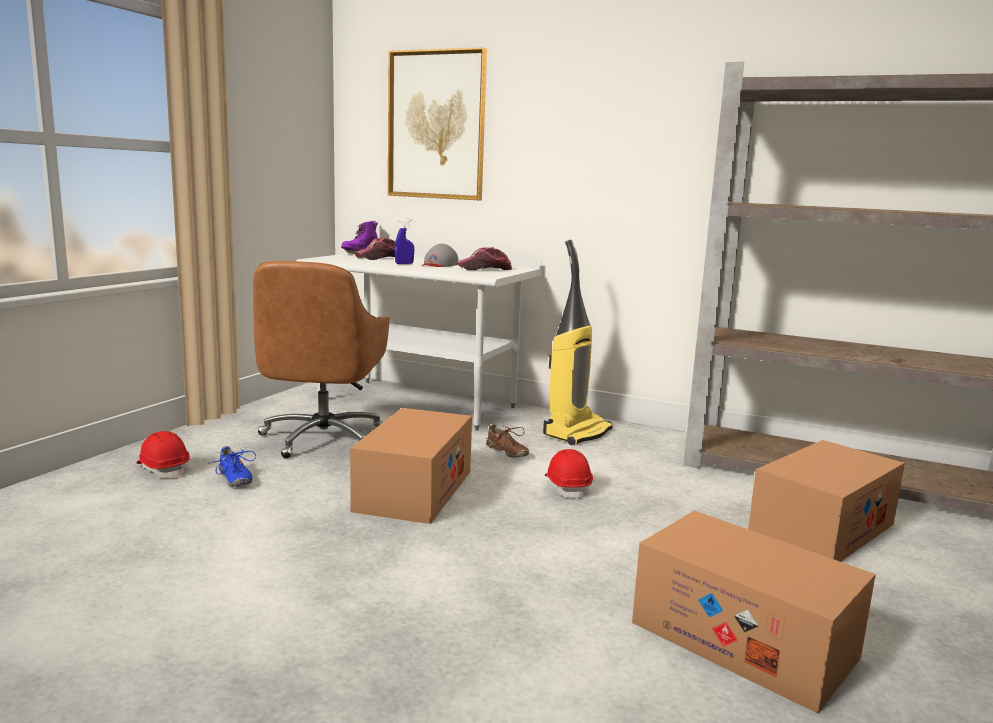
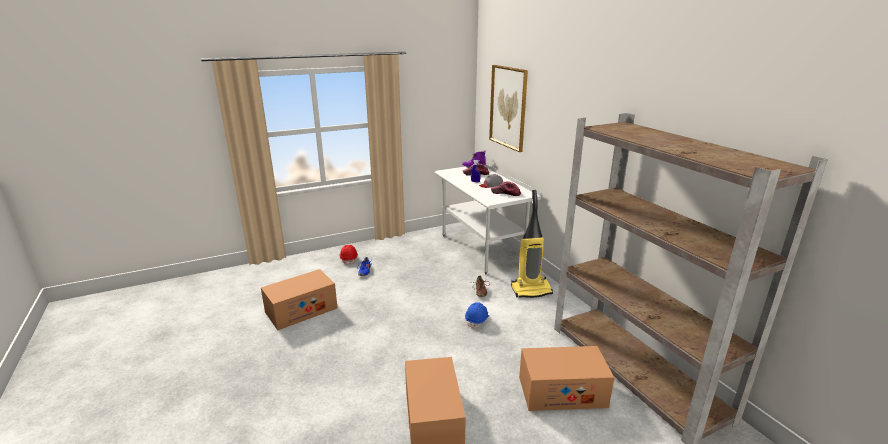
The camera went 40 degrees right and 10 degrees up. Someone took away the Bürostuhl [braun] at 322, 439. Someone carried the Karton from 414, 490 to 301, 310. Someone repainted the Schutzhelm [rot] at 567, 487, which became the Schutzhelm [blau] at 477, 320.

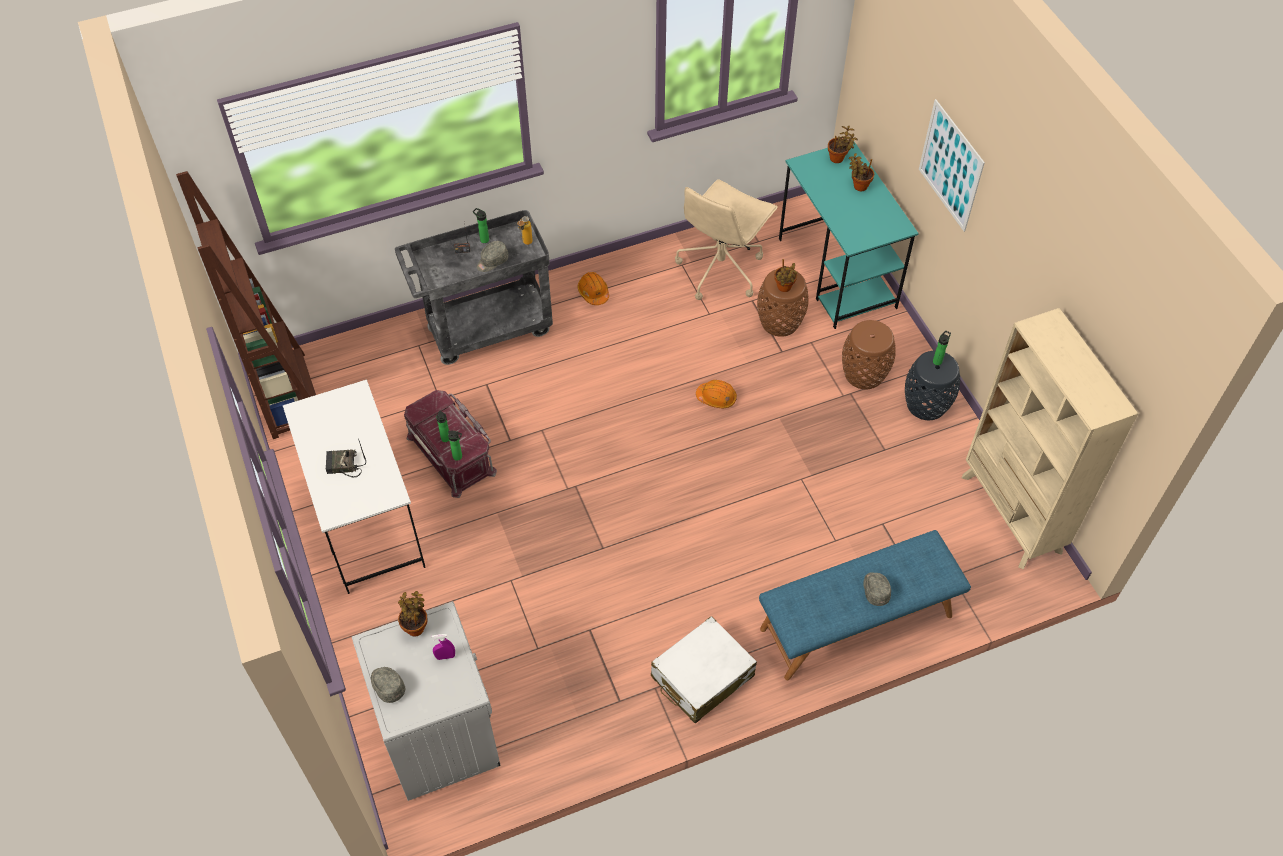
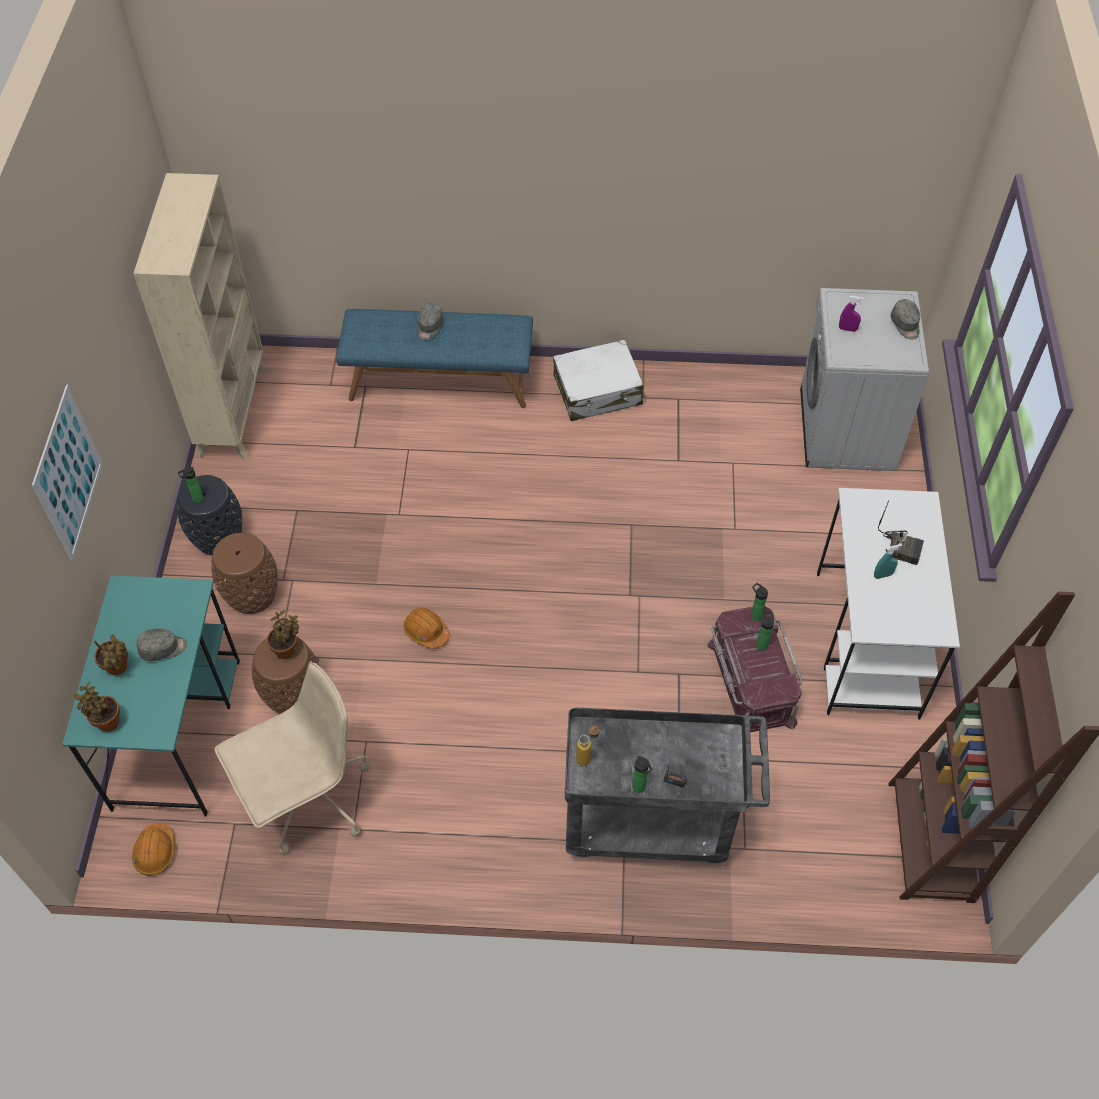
The camera went 155 degrees left and 0 degrees up. Someone carried the Kappe [grau] from 492, 261 to 163, 649. Someone carried the Schutzhelm [orange] from 593, 292 to 155, 852. Someone took away the Topfpflanze at 416, 626. Someone put down the Sprühflasche [türkis] at 883, 575.

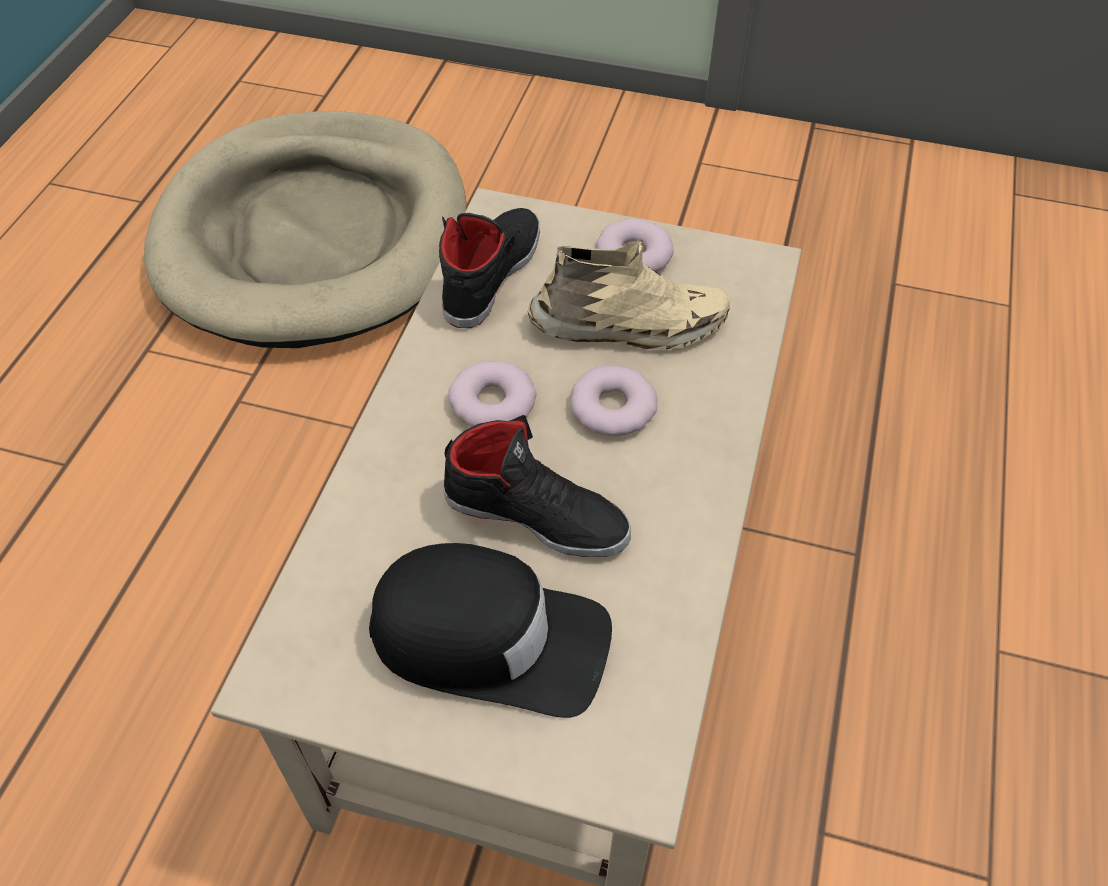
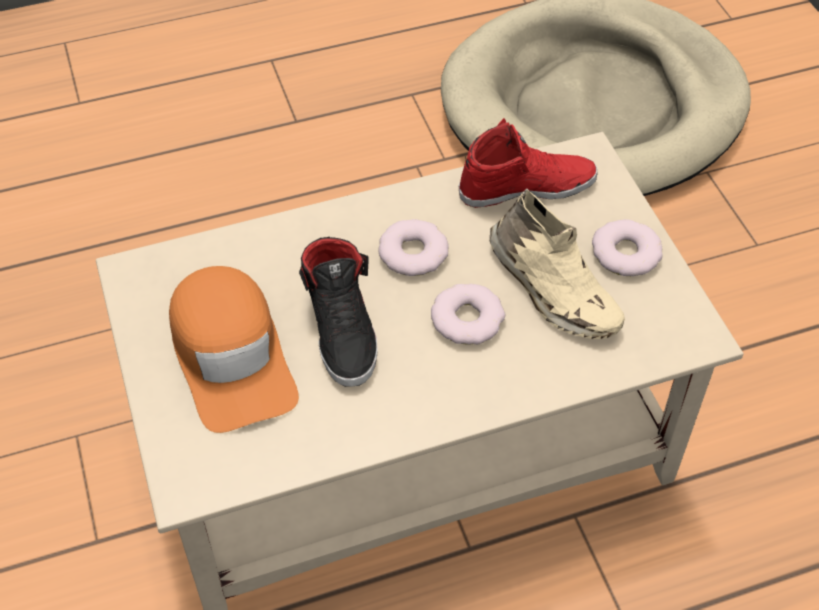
The camera went 55 degrees right and 0 degrees up. Someone repainted the Schuh [schwarz] at 491, 273, which became the Schuh [rot] at 526, 186. Someone repainted the Kappe [schwarz] at 490, 638, which became the Kappe [orange] at 232, 356.

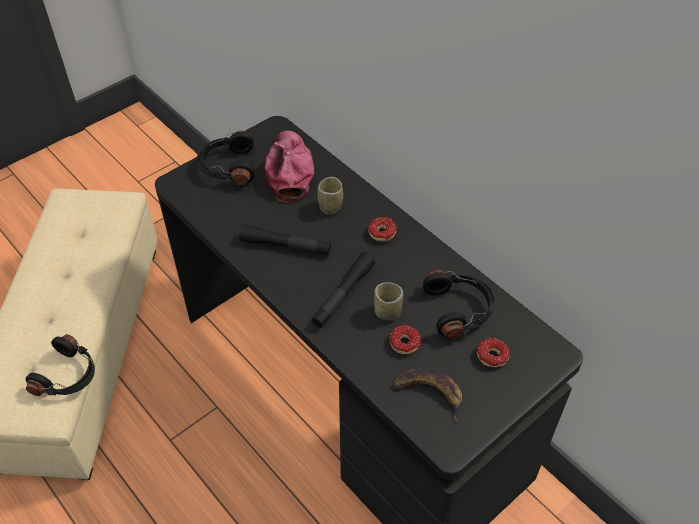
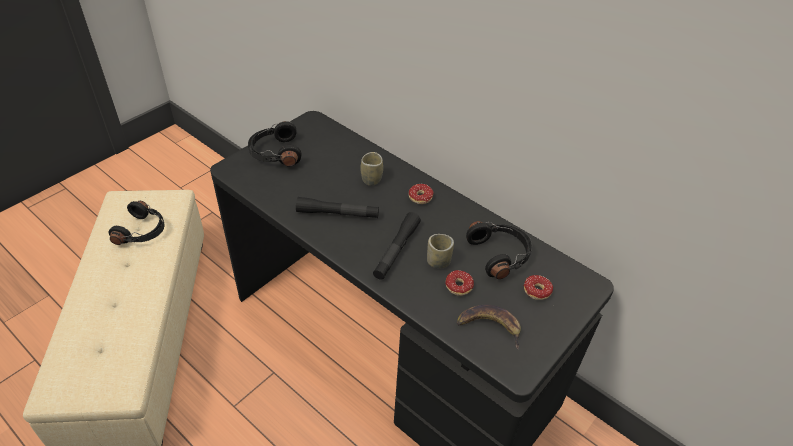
The camera went 10 degrees left and 5 degrees down. Someone took away the Kappe at 289, 170. Someone carried the Kopfhörer [schwarz] from 68, 376 to 142, 231.

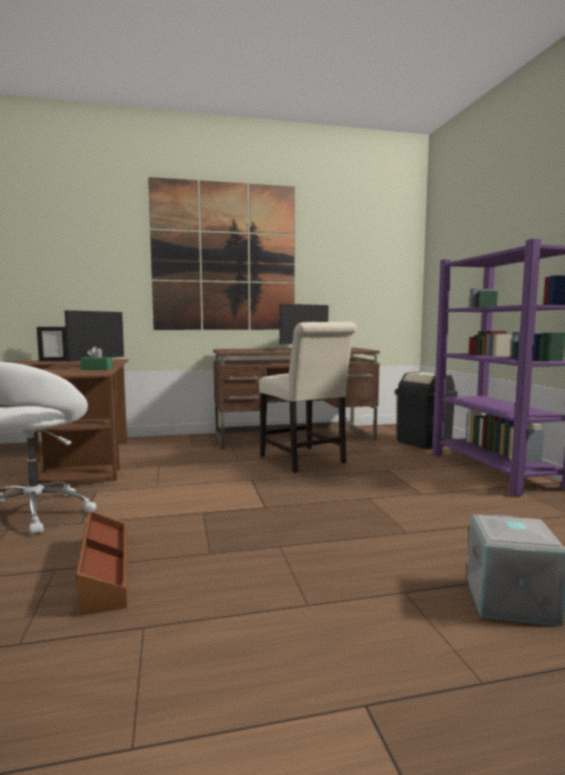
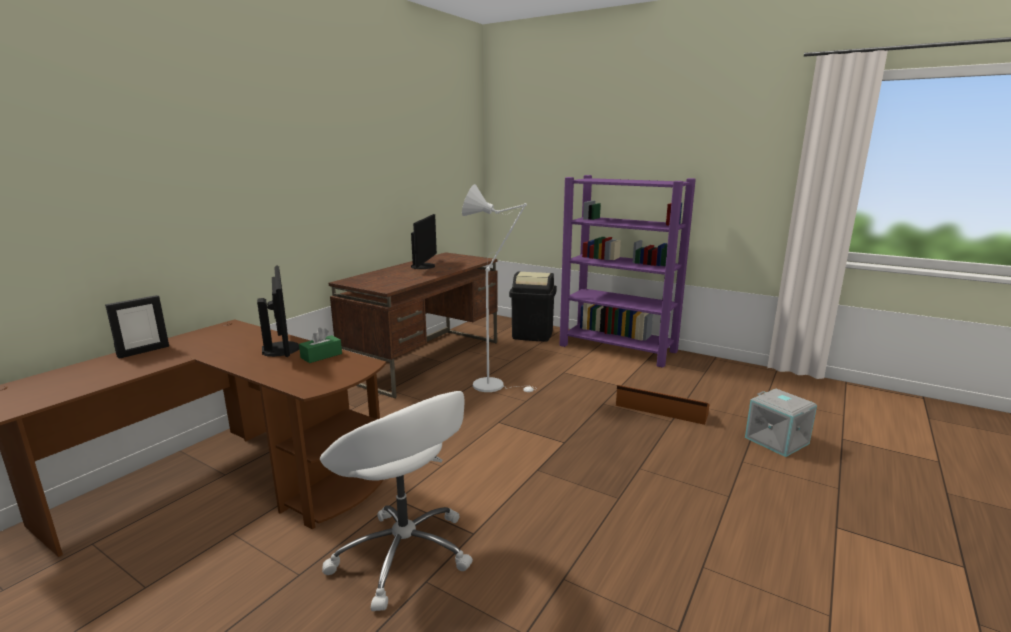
The camera went 45 degrees left and 10 degrees up. Someone took away the Bild at 225, 257. Someone swapped the Stuhl [beige] at 305, 461 for the Stehlampe [weiß] at 494, 385. Someone carried the Aufbewahrungsbox [braun] from 104, 571 to 660, 410.

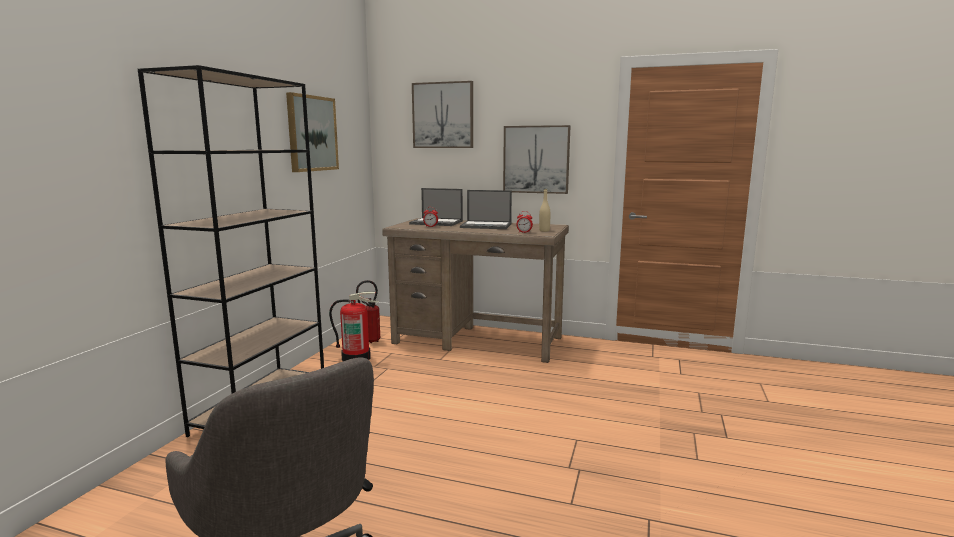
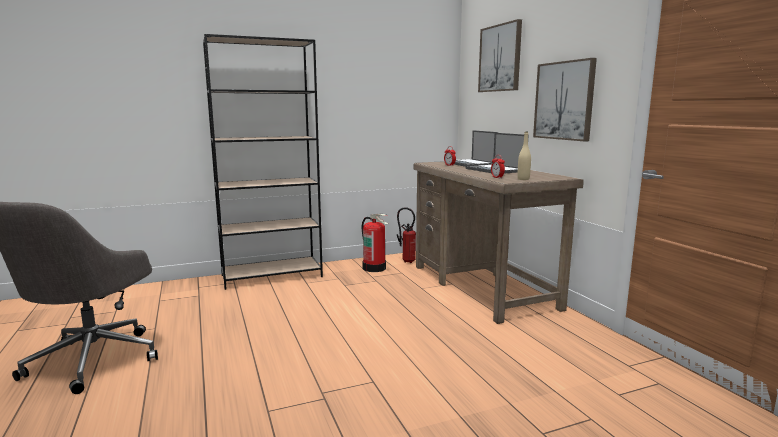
The camera went 50 degrees right and 0 degrees up. Someone took away the Bild at 312, 133.

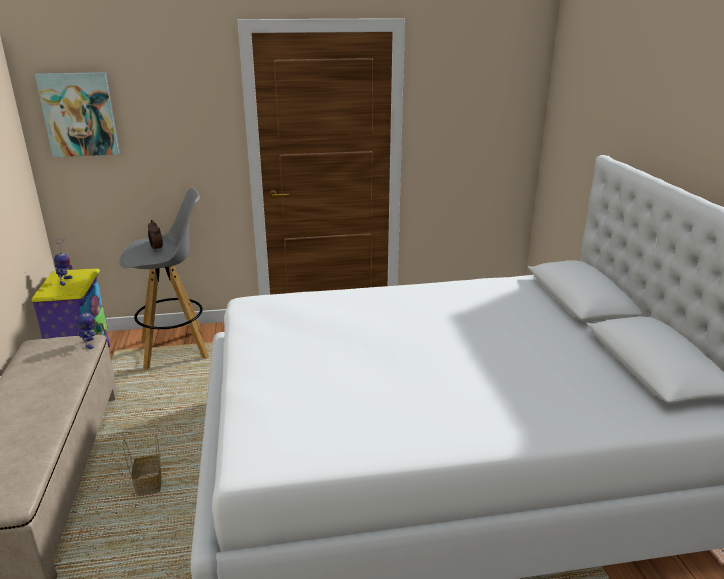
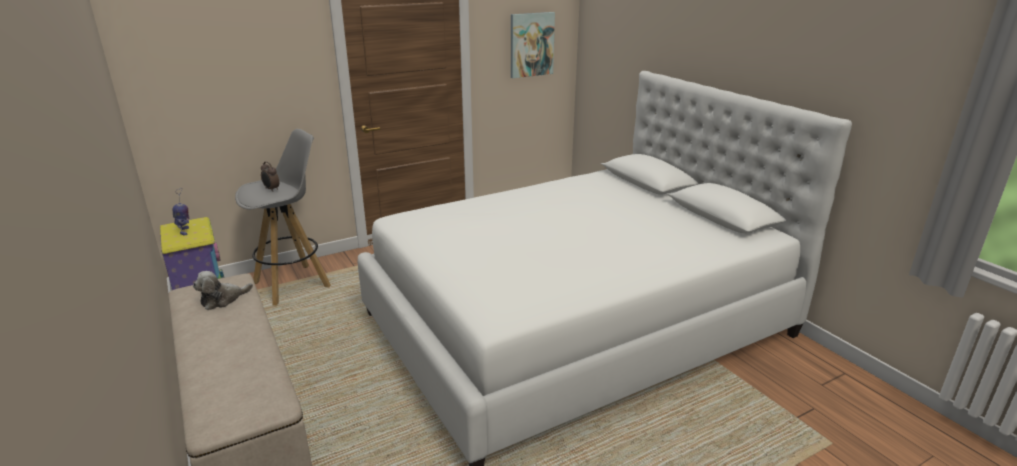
The camera went 20 degrees left and 0 degrees up. Someone carried the Bild from 79, 114 to 531, 44. Someone took away the Spielzeugroboter at 90, 344. Someone took away the Korb at 148, 484. Someone put down the Plüschtier at 223, 299.

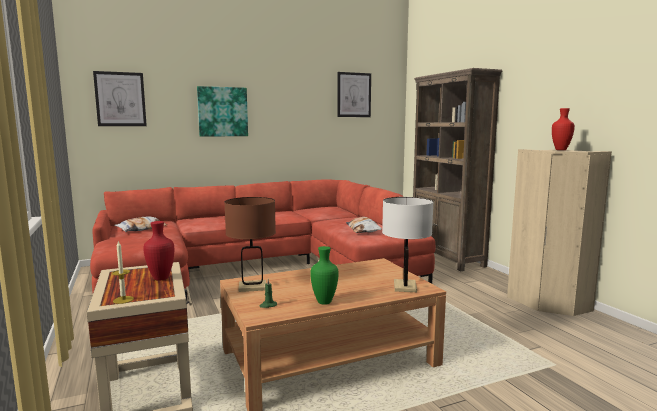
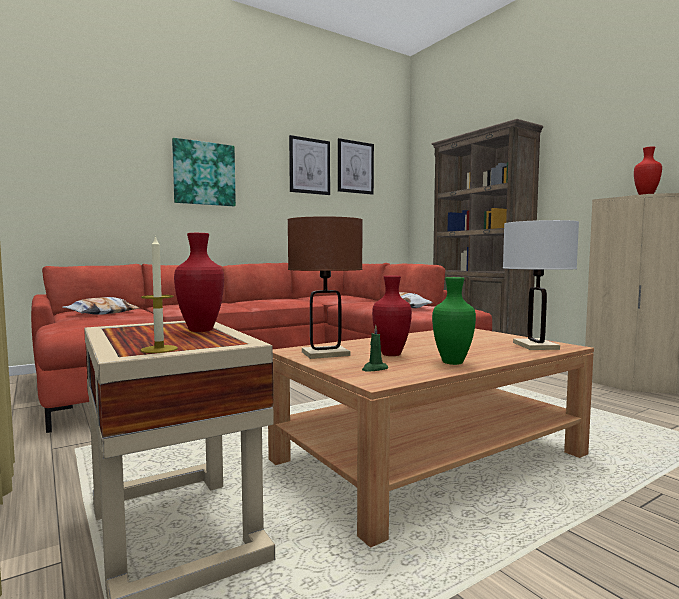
The camera went 10 degrees left and 5 degrees down. Someone carried the Bild from 120, 99 to 309, 166. Someone put down the Vase [rot] at 391, 354.

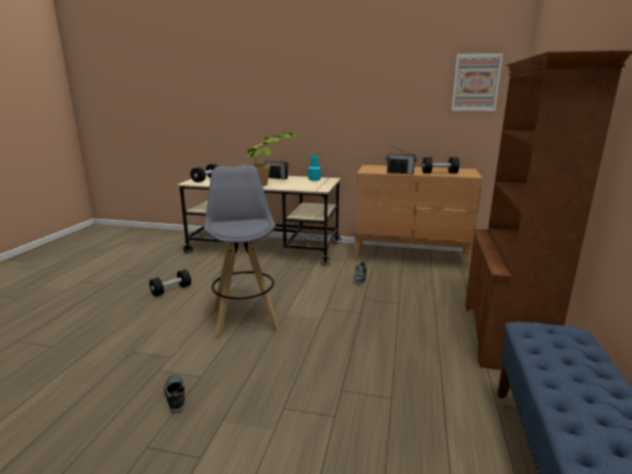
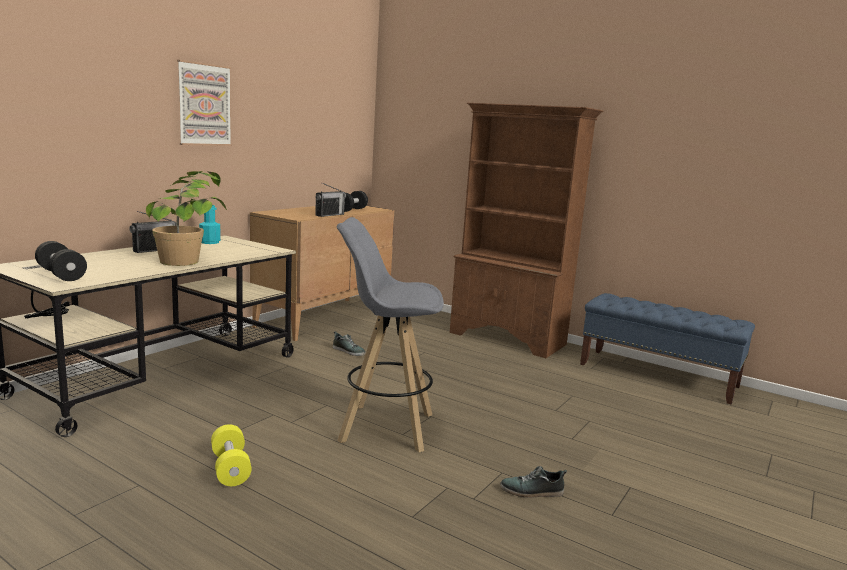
The camera went 70 degrees left and 5 degrees down. Someone carried the Bild from 476, 82 to 204, 104. Someone repainted the Hantel [schwarz] at 171, 290, which became the Hantel [gelb] at 230, 468.

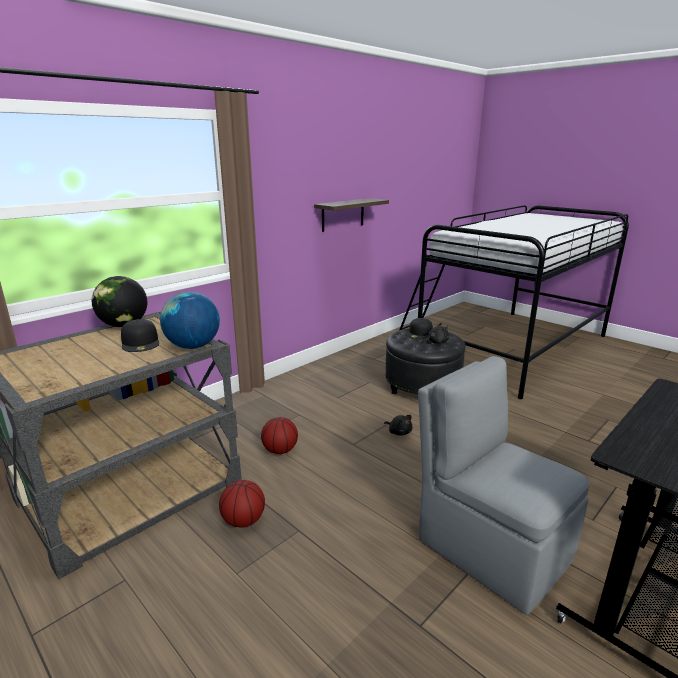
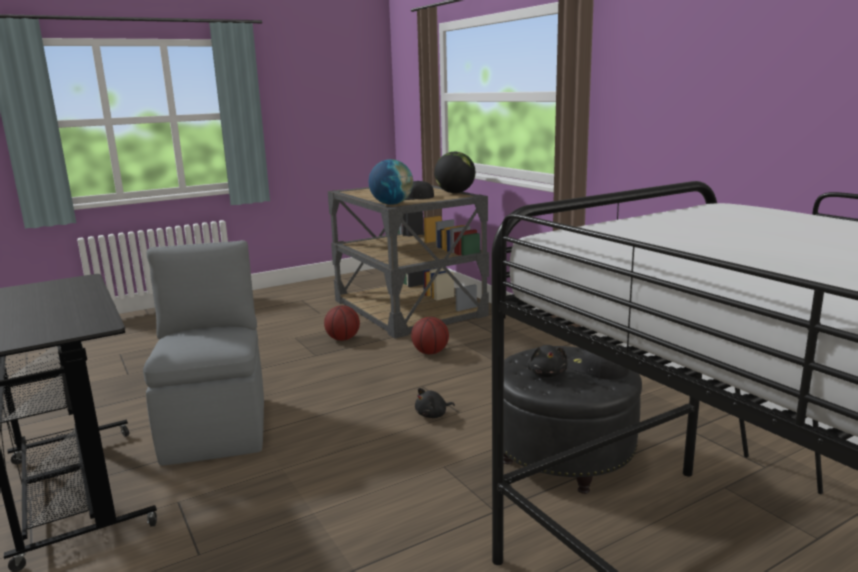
The camera went 105 degrees right and 5 degrees down. Someone took away the Wandregal at 343, 214. Someone rotated the Stuhl [grau] at 490, 546 by 75 degrees counterclockwise.

